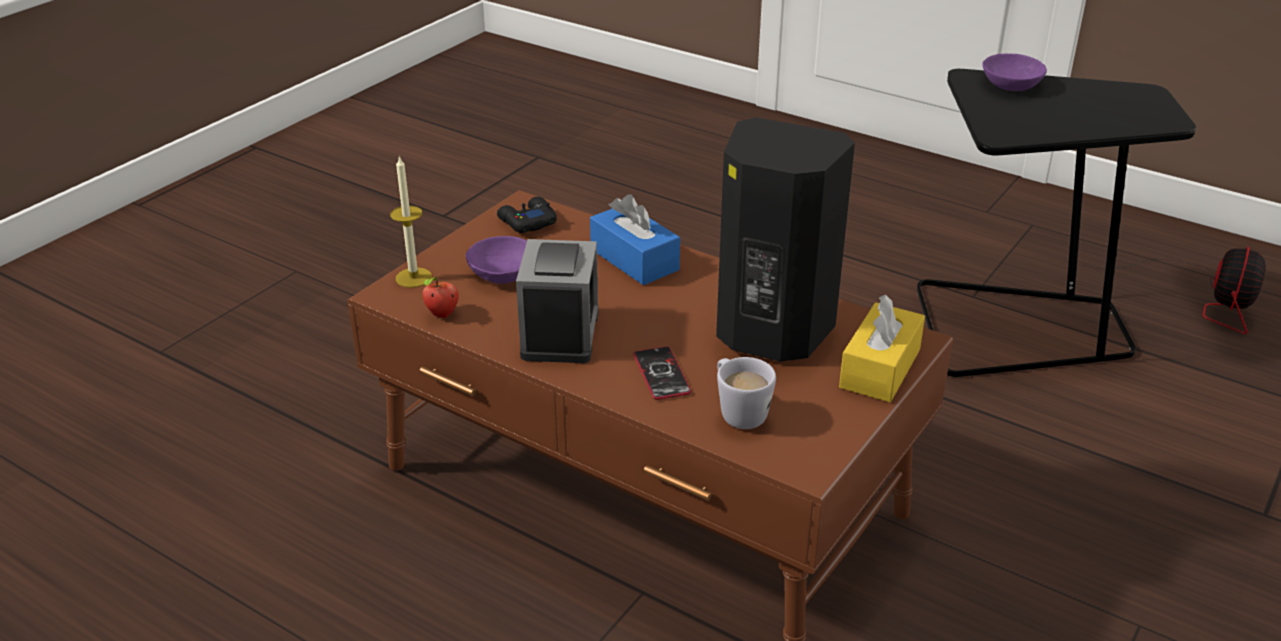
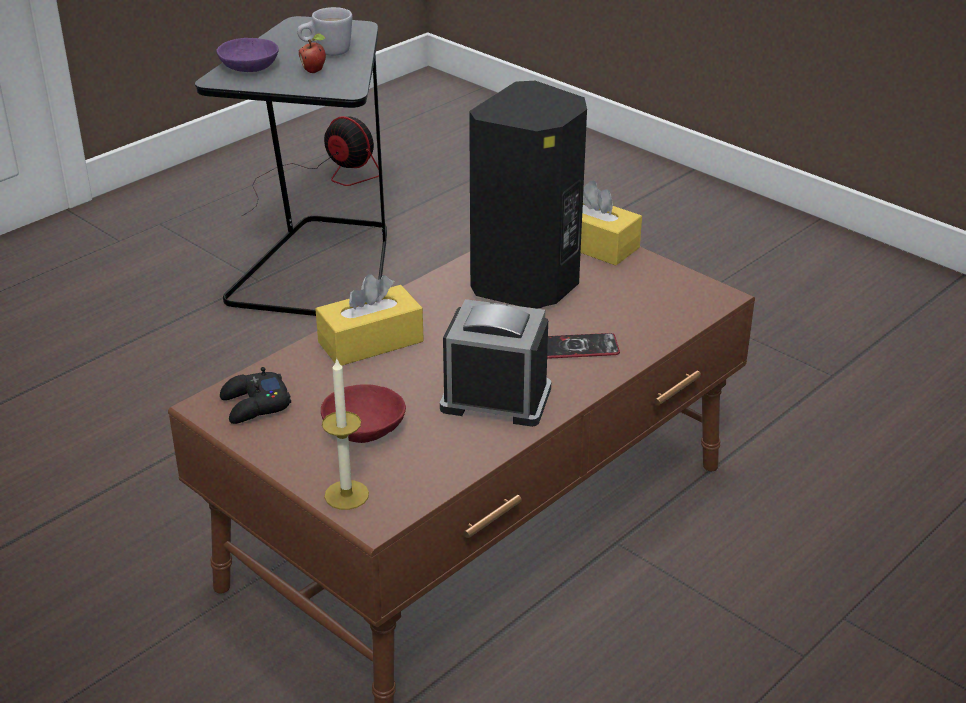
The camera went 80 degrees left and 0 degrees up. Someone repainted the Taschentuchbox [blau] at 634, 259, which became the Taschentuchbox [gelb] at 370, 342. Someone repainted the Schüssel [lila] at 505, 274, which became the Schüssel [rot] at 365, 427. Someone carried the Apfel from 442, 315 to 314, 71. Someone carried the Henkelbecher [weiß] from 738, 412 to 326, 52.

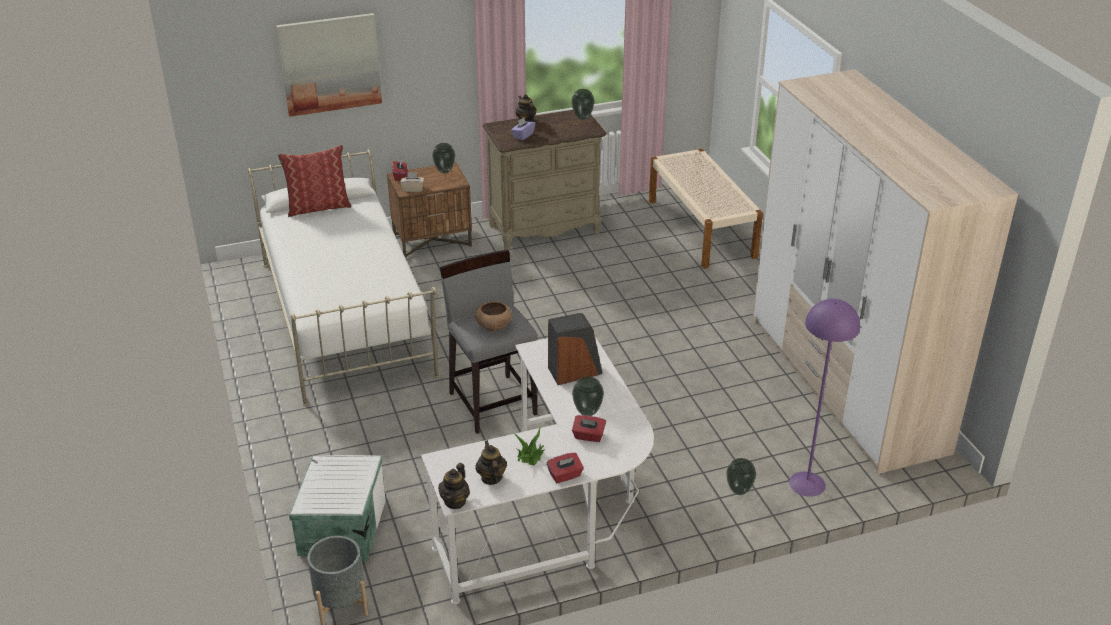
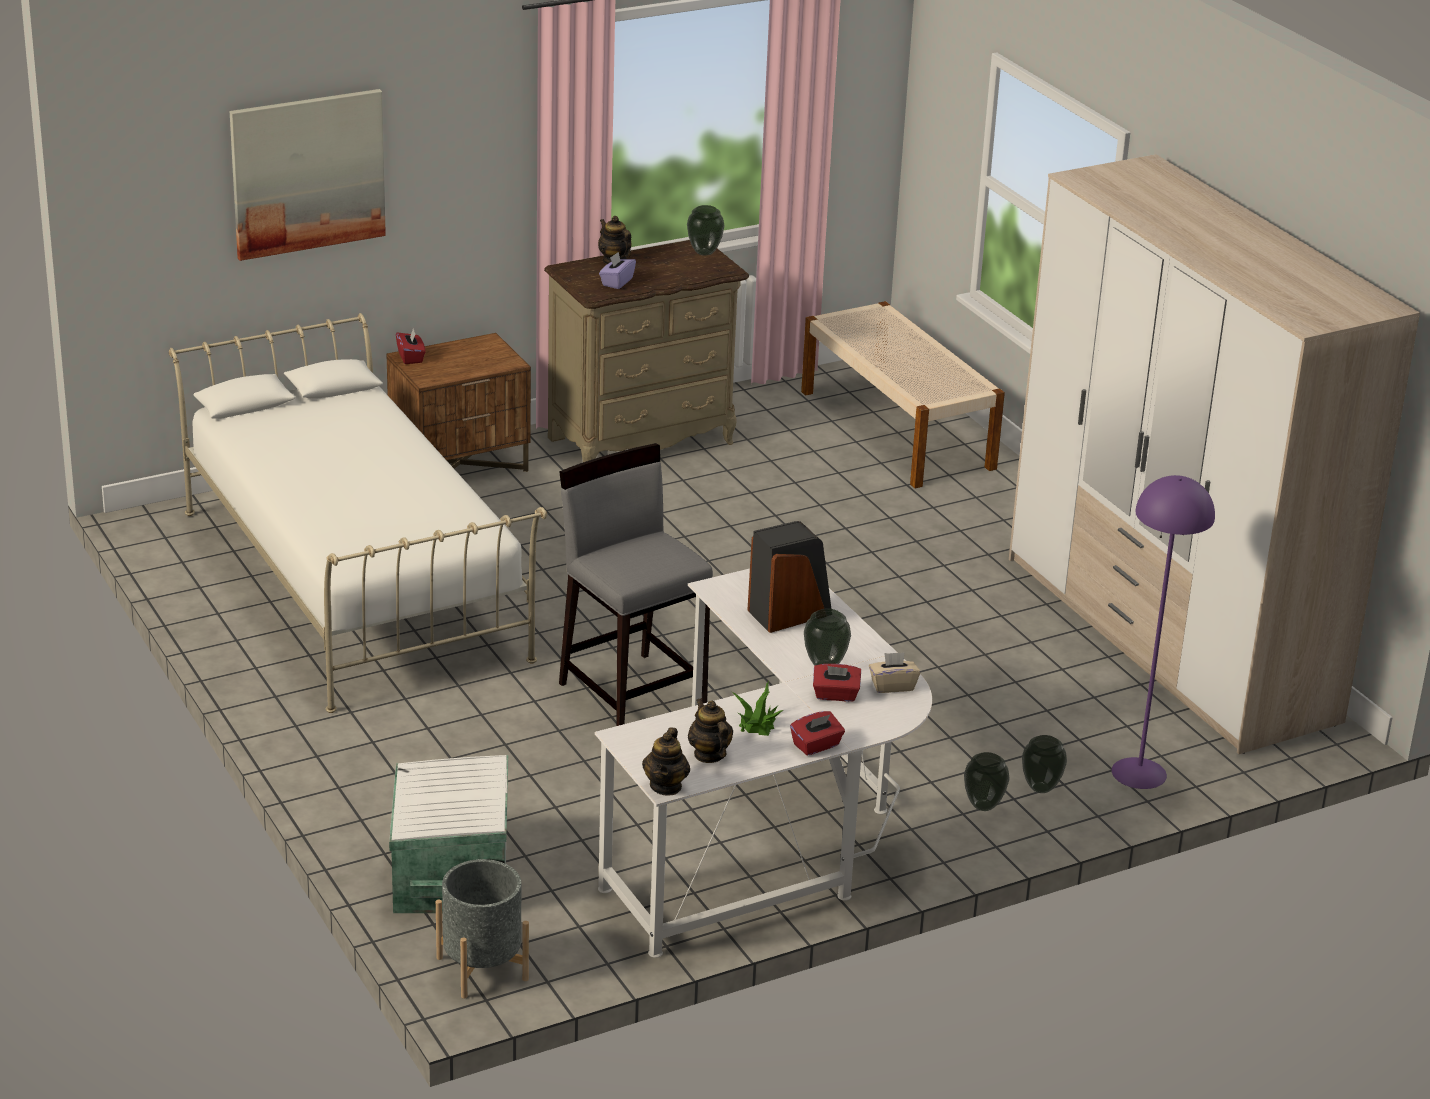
The camera went 10 degrees left and 5 degrees down. Someone carried the Vase from 445, 171 to 984, 806. Someone took away the Kissen at 318, 207. Someone carried the Taschentuchbox [beige] from 413, 189 to 892, 686. Someone took away the Schüssel [braun] at 493, 325.

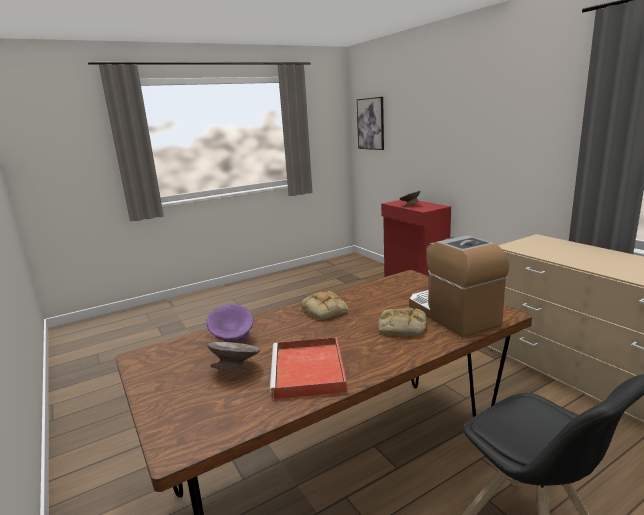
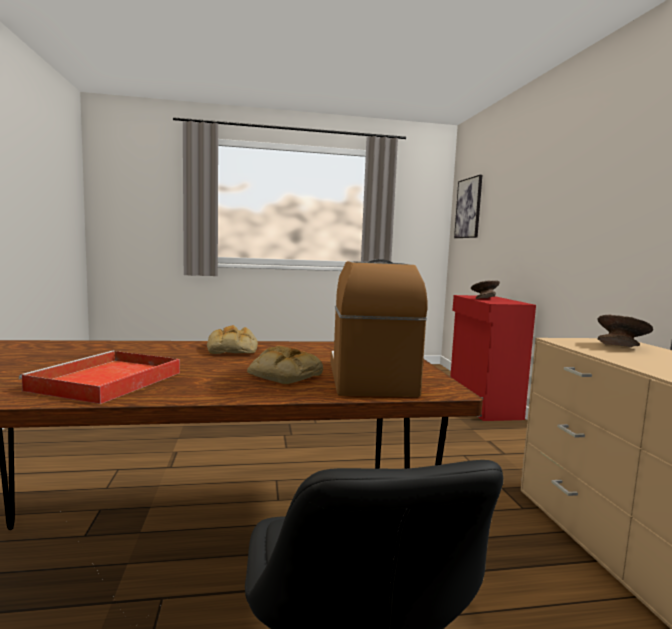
The camera went 20 degrees right and 10 degrees down. Someone took away the Schüssel [lila] at 233, 340. Someone carried the Schüssel [grau] from 236, 370 to 620, 347.

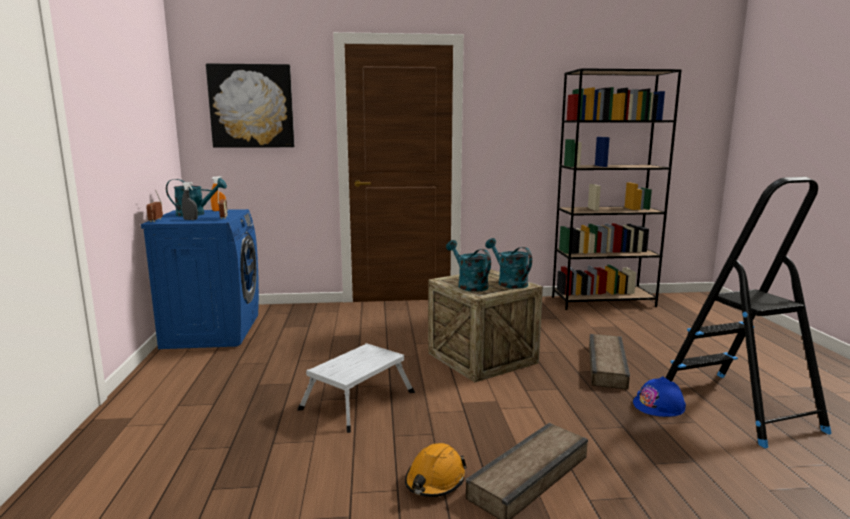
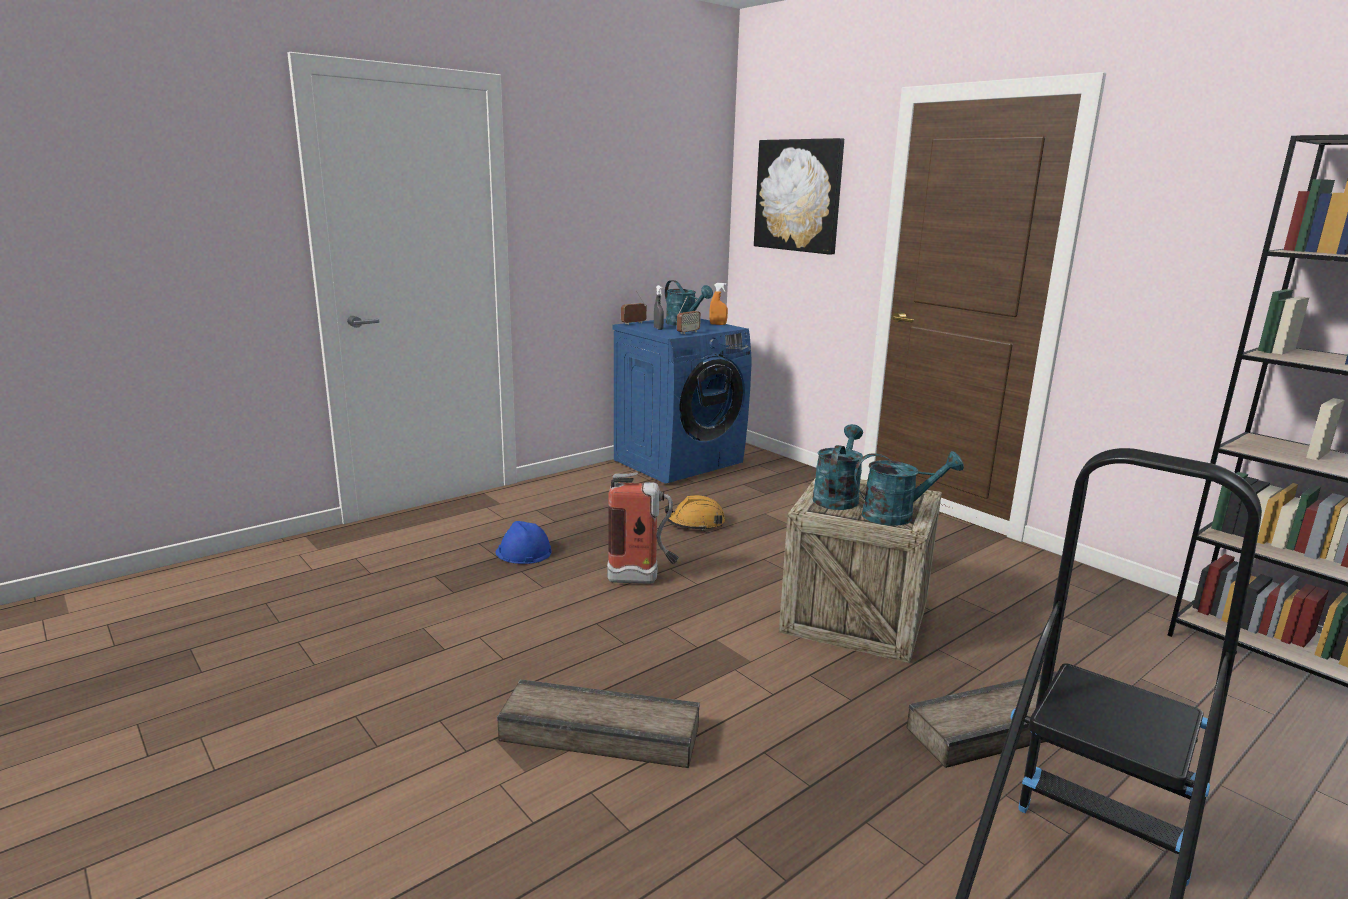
The camera went 55 degrees right and 5 degrees up. Someone rotated the Gießkanne [türkis] at 508, 282 by 60 degrees clockwise. Someone swapped the Trittleiter [weiß] at 358, 400 for the Feuerlöscher at 642, 579. Someone carried the Schutzhelm [blau] from 659, 405 to 523, 552. Someone carried the Schutzhelm [orange] from 435, 481 to 695, 523.

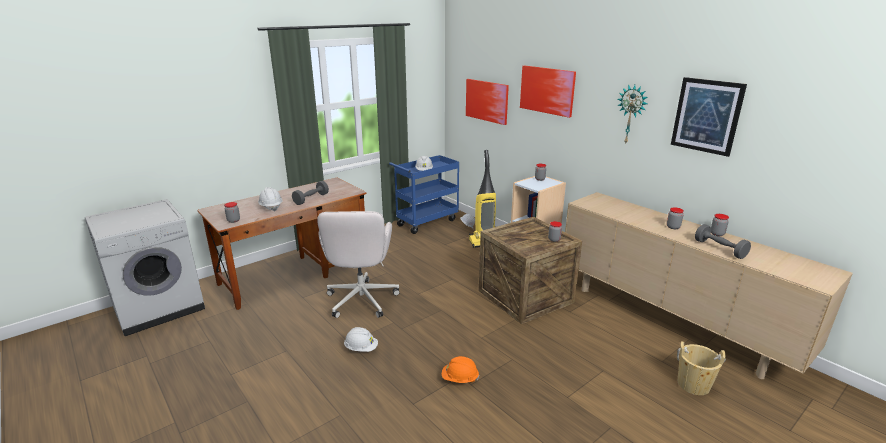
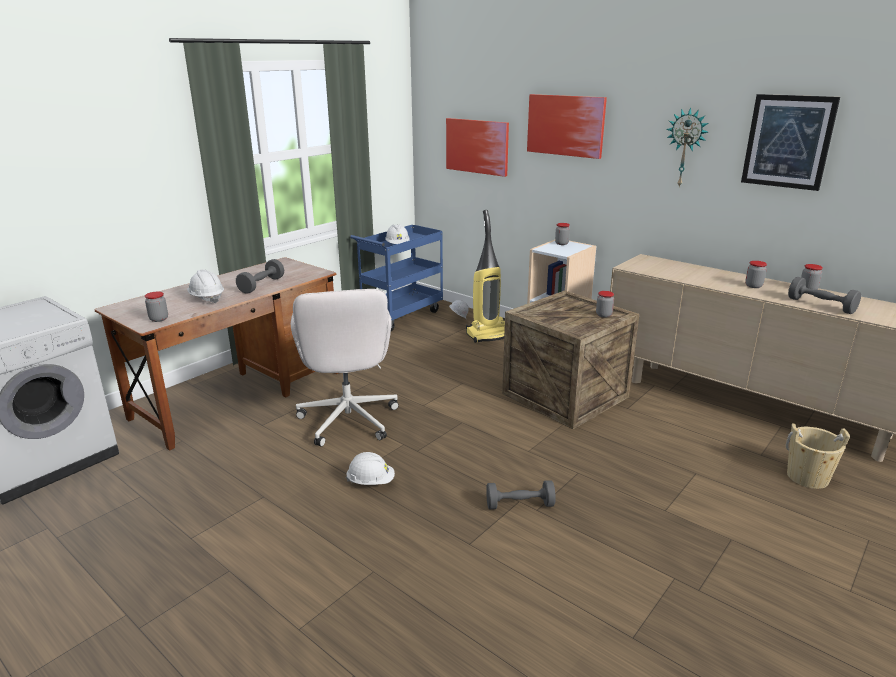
The camera went 10 degrees left and 0 degrees up. Someone swapped the Schutzhelm [orange] at 459, 379 for the Hantel [grau] at 519, 505.

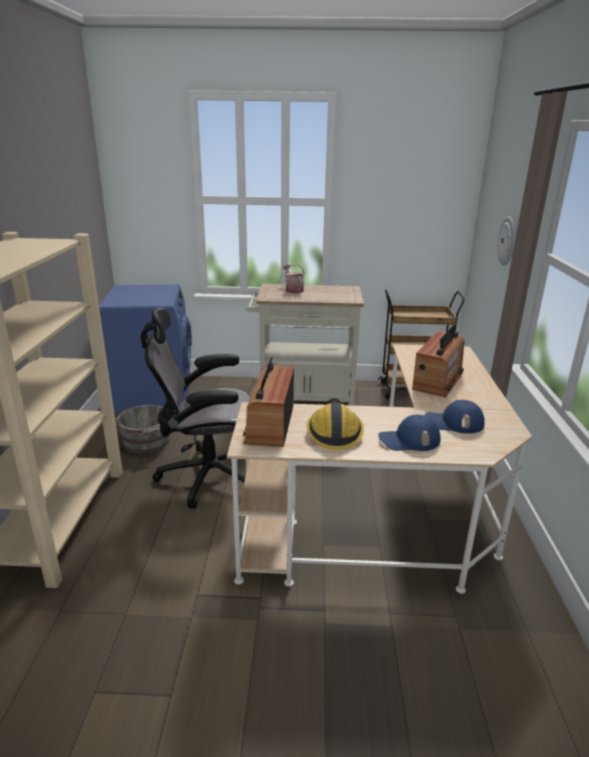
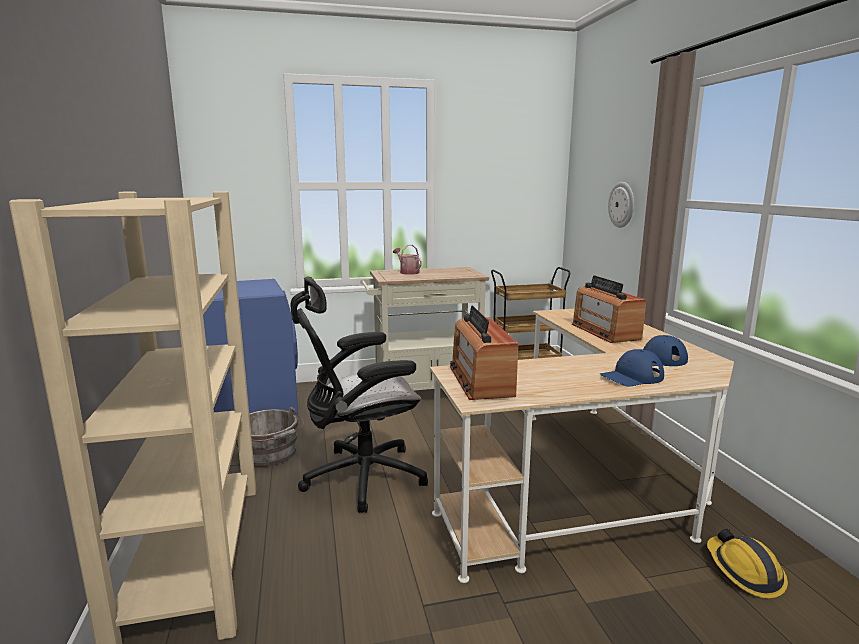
The camera went 15 degrees left and 10 degrees down. Someone rotated the Radio at 438, 380 by 150 degrees clockwise. Someone carried the Schutzhelm from 334, 432 to 744, 571.

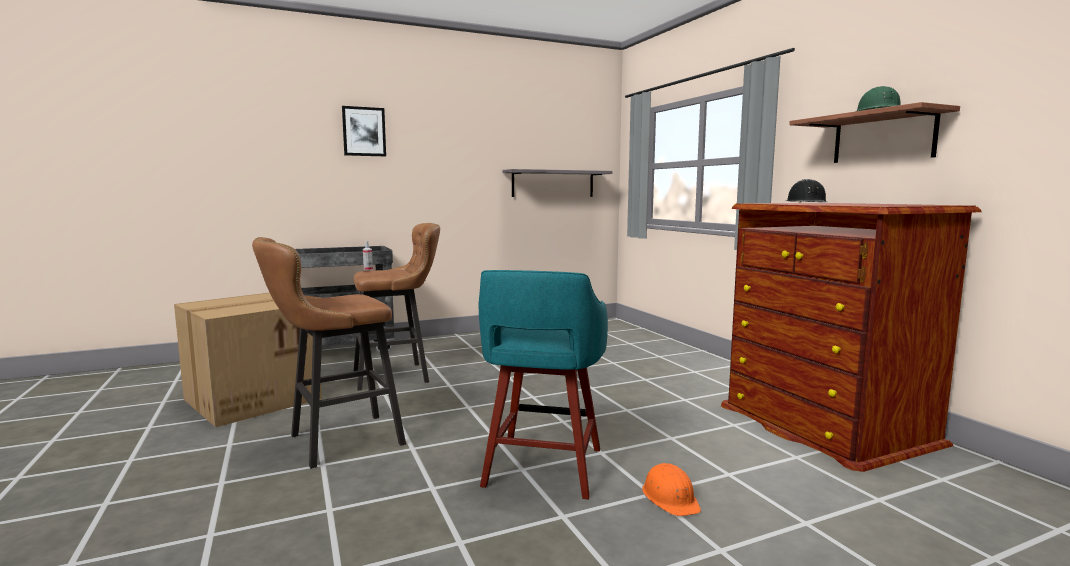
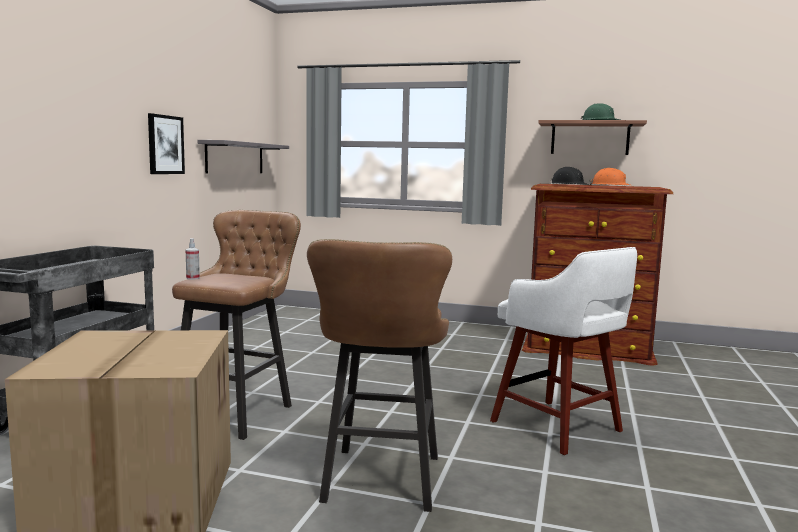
The camera went 50 degrees left and 0 degrees up. Someone carried the Bild from 364, 131 to 165, 144. Someone repainted the Hocker [türkis] at 542, 469, which became the Hocker [weiß] at 558, 427. Someone carried the Schutzhelm [orange] from 670, 498 to 610, 185.

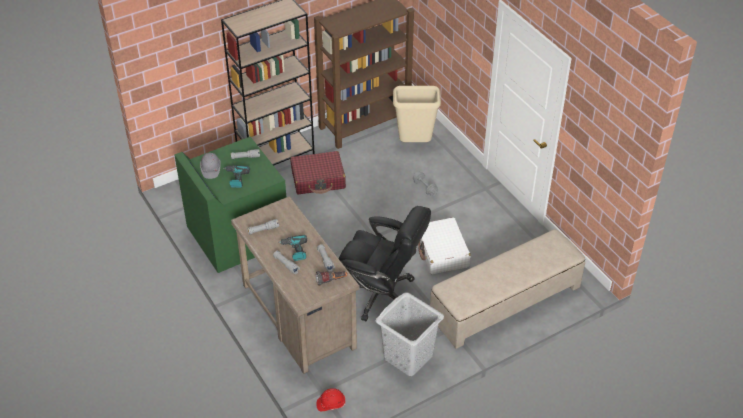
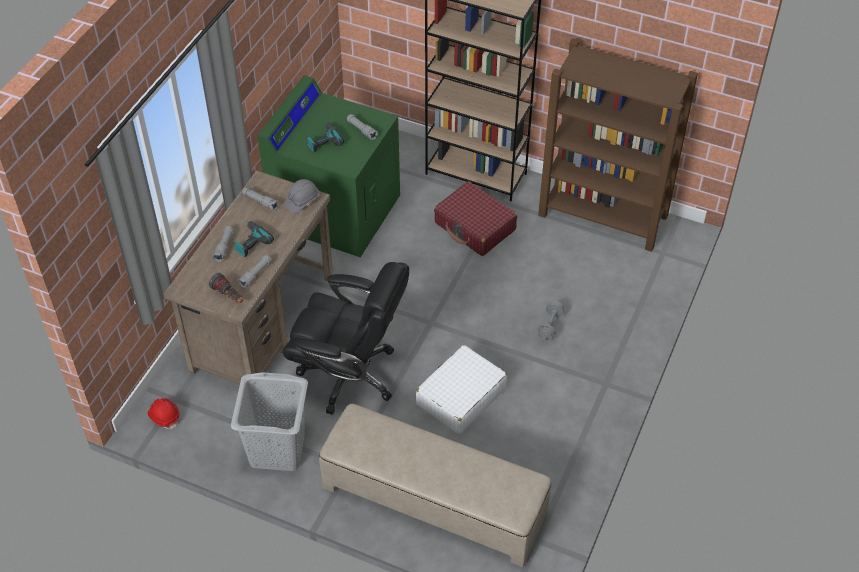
The camera went 55 degrees right and 5 degrees up. Someone took away the Mülleimer [beige] at 415, 143. Someone carried the Schutzhelm [grau] from 210, 169 to 302, 201. Someone rotated the Bürostuhl [schwarz] at 380, 294 by 60 degrees counterclockwise.

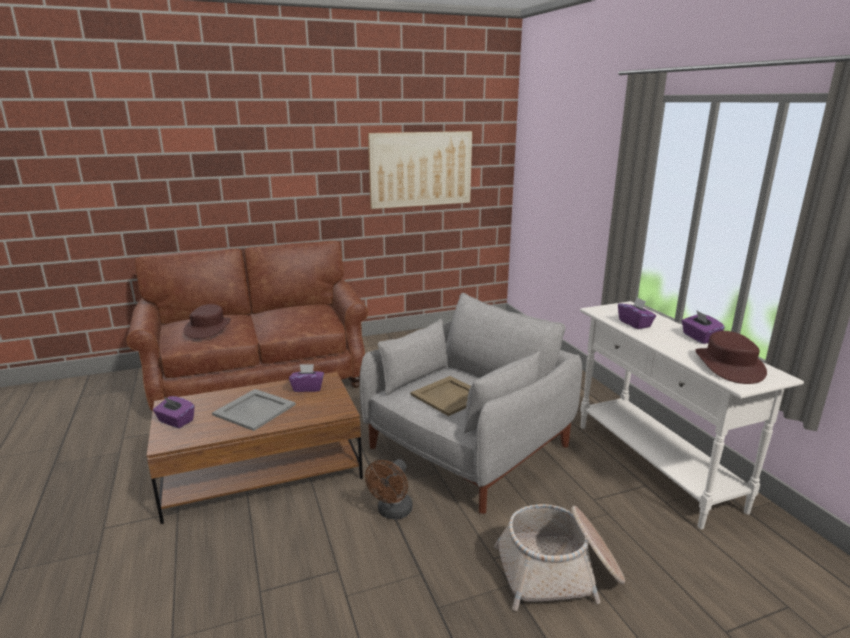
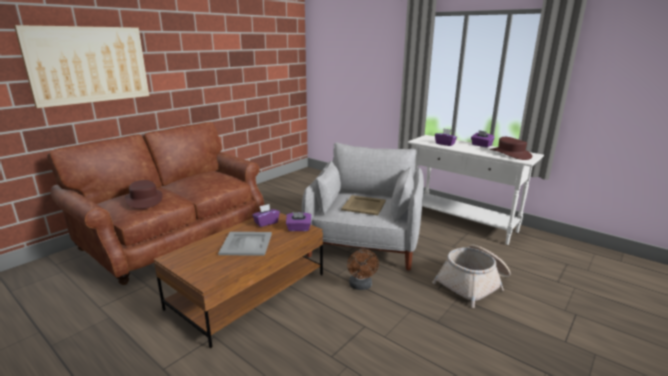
The camera went 30 degrees left and 0 degrees up. Someone carried the Bild from 421, 169 to 89, 65. Someone carried the Taschentuchbox [lila] from 175, 421 to 298, 228.

